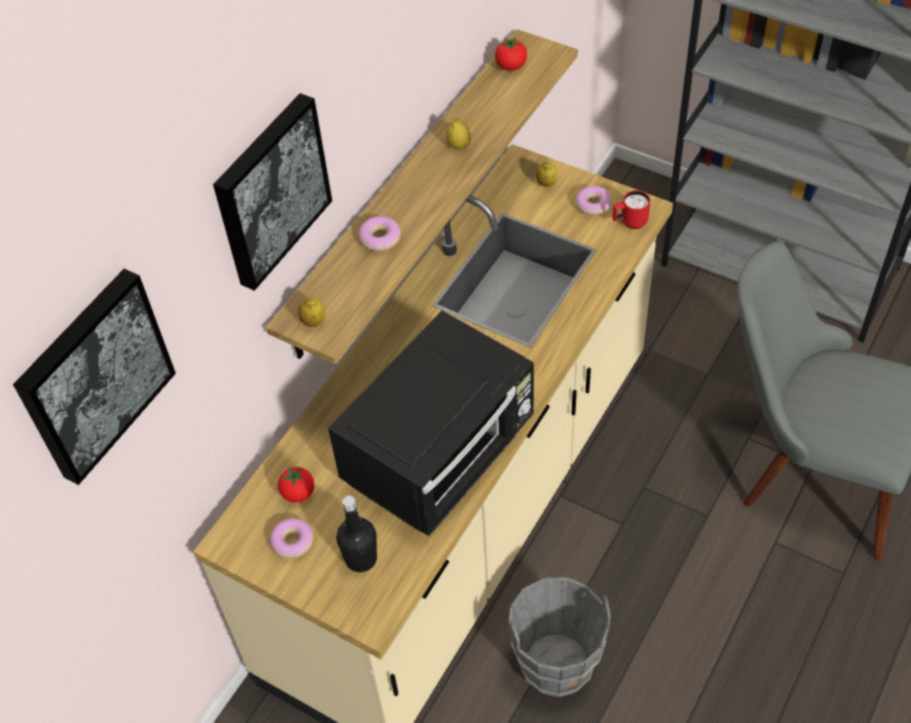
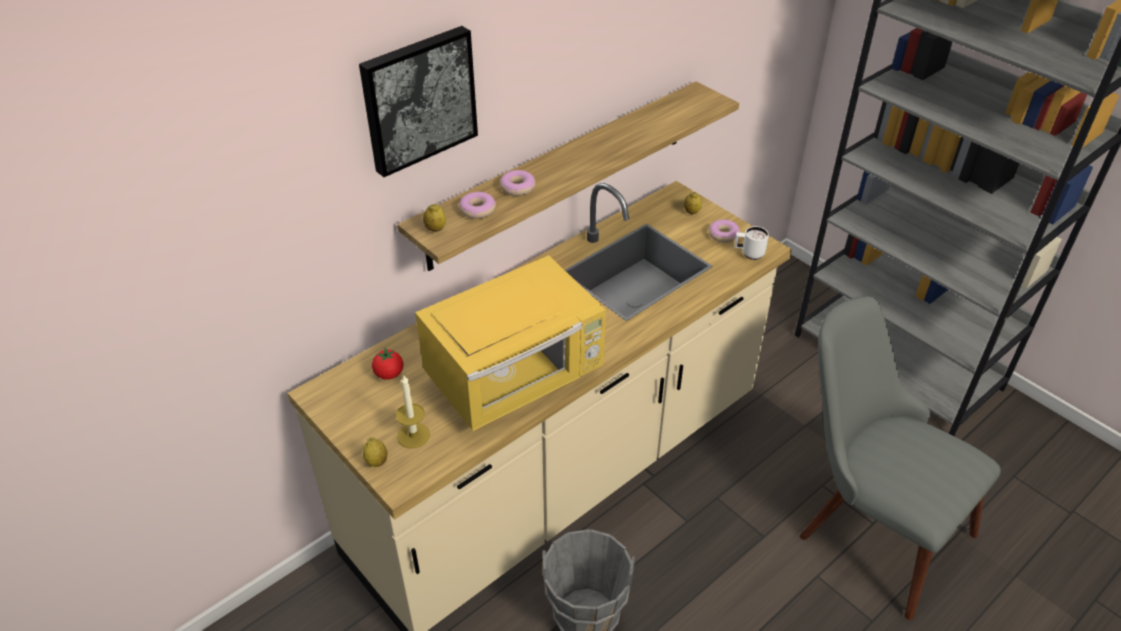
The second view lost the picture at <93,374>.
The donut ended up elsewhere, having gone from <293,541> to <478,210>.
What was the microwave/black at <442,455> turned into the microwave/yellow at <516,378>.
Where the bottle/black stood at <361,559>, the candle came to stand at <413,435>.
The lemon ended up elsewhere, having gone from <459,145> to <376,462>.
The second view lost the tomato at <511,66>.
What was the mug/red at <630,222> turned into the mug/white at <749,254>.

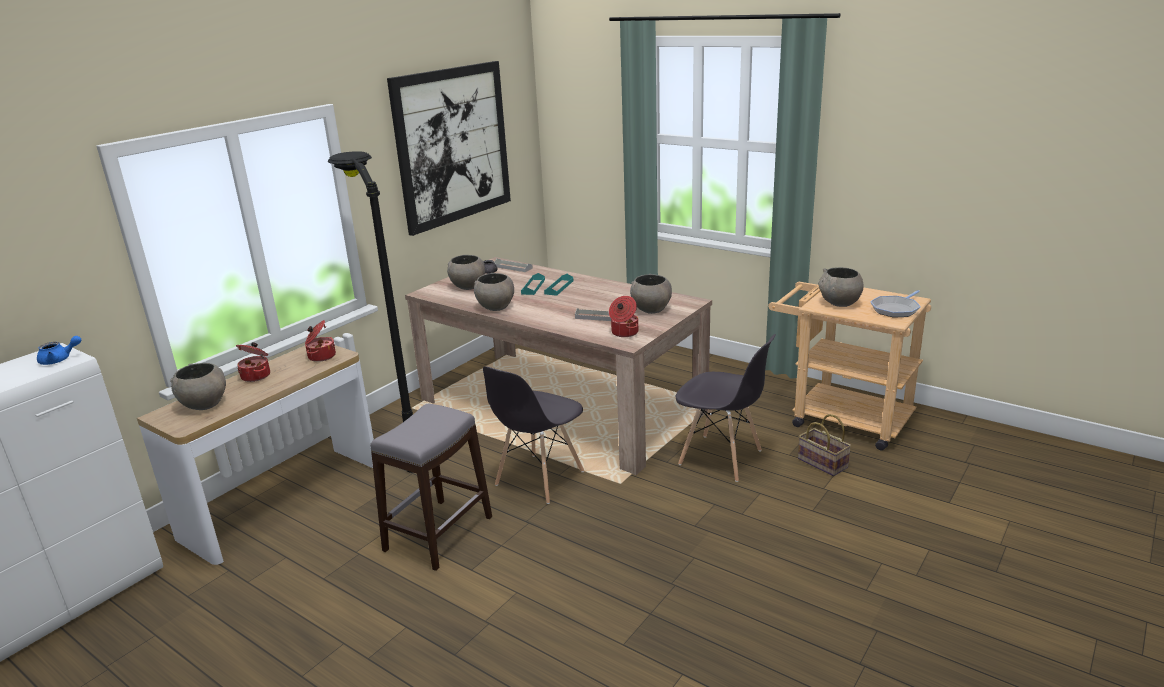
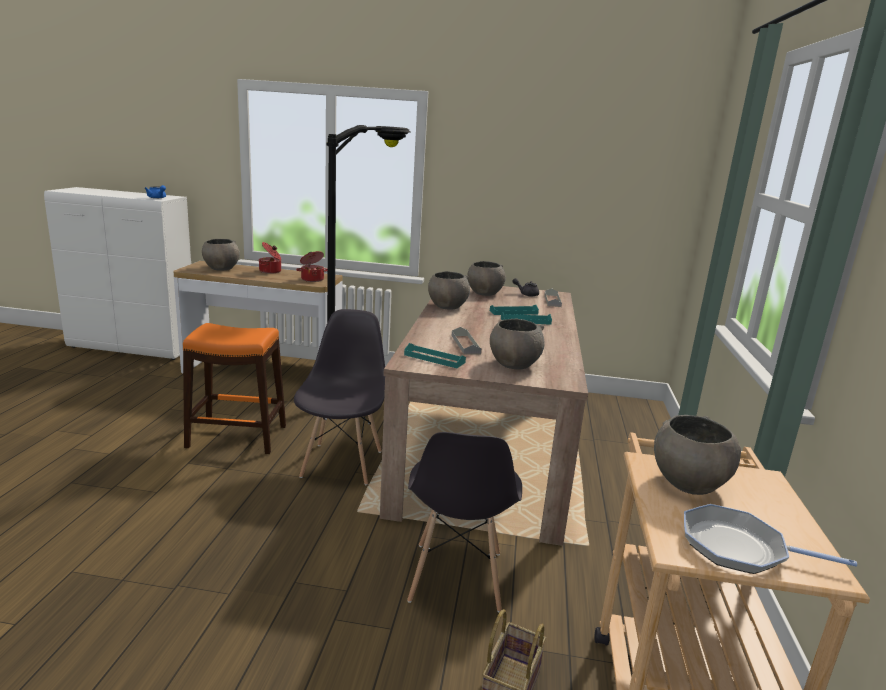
What was the stool/grey at <438,533> turned into the stool/orange at <237,436>.
The second view lost the picture at <453,145>.
The chair/grey at <539,479> ended up facing another way, 90 degrees clockwise from before.
Where the cooking pot stood at <624,332>, the tray/turquoise came to stand at <434,359>.

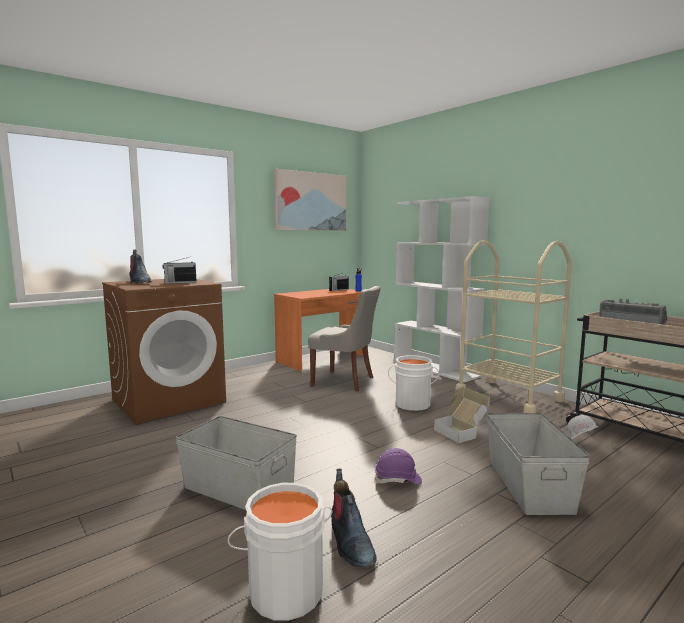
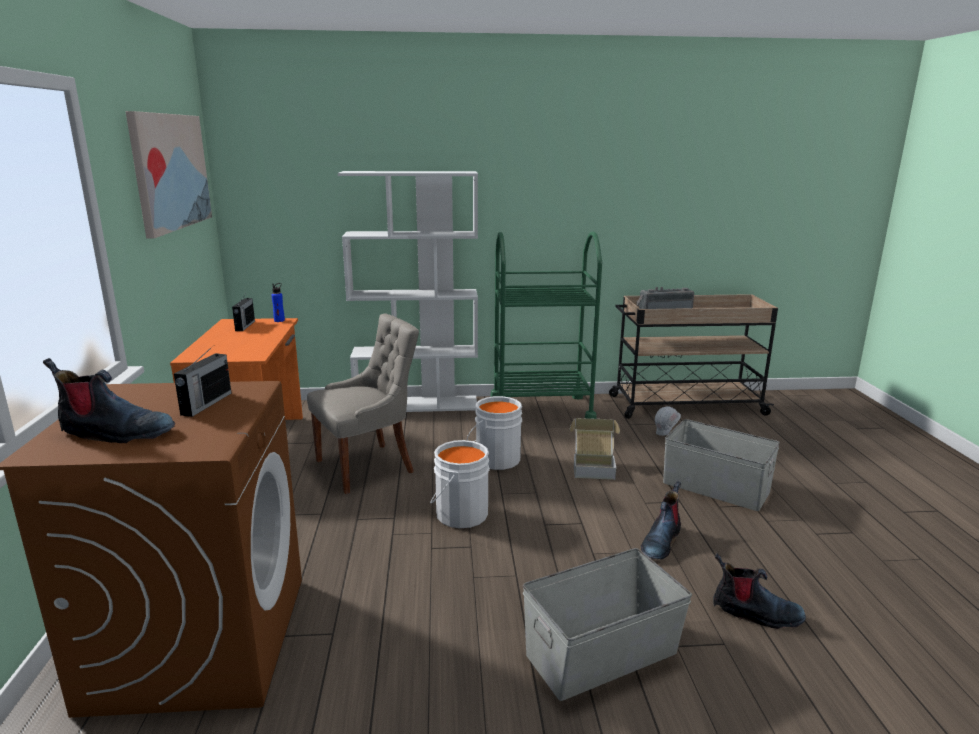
The bucket/white ended up elsewhere, having gone from <285,589> to <459,514>.
Where the hard hat/purple stood at <398,480>, the boot came to stand at <661,541>.
What was the cart/beige at <508,396> turned into the cart/green at <541,410>.

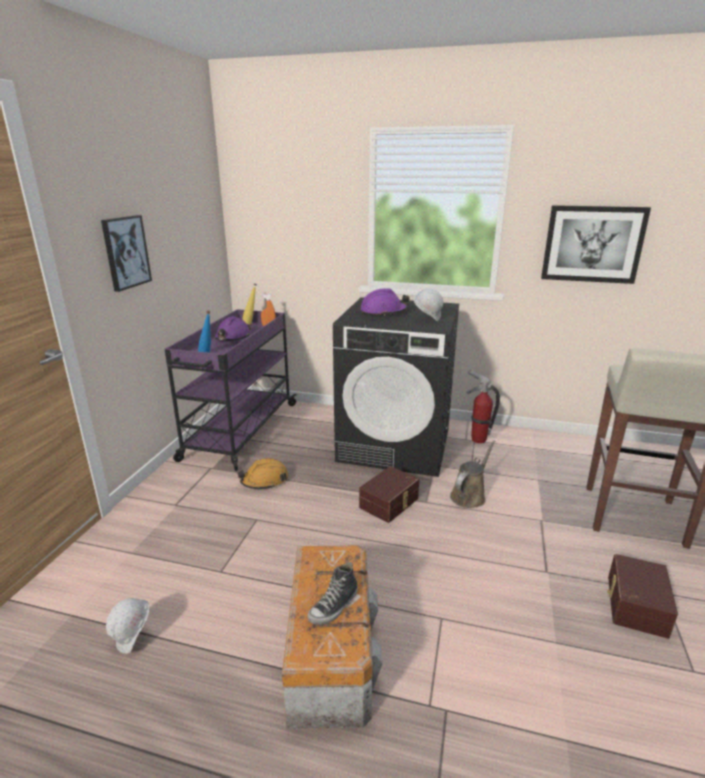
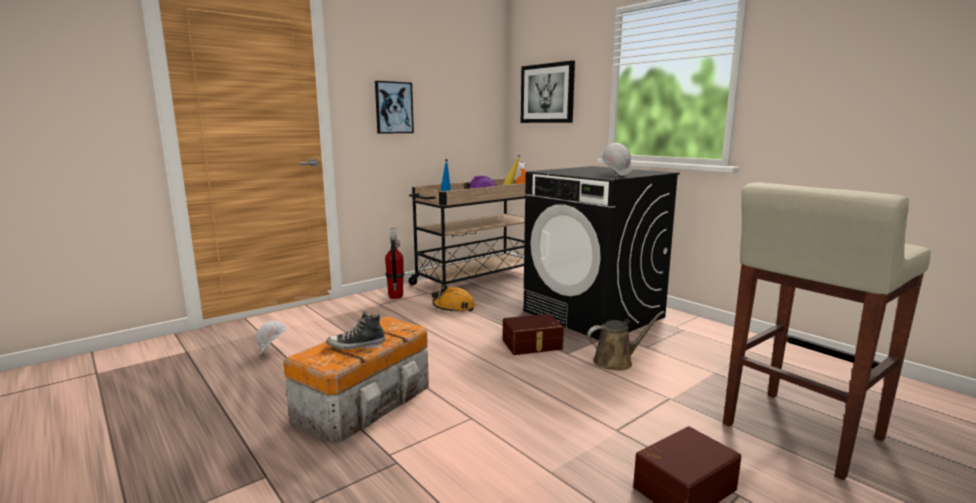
What was the cart/purple at <240,431> turned into the cart/beige at <476,279>.
The second view lost the hard hat/purple at <383,312>.
The fire extinguisher ended up elsewhere, having gone from <478,440> to <396,296>.
The picture ended up elsewhere, having gone from <592,244> to <547,93>.

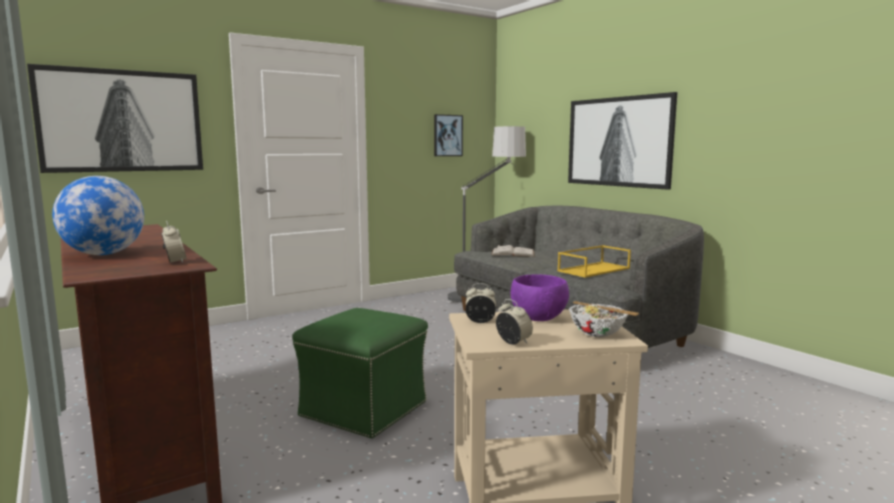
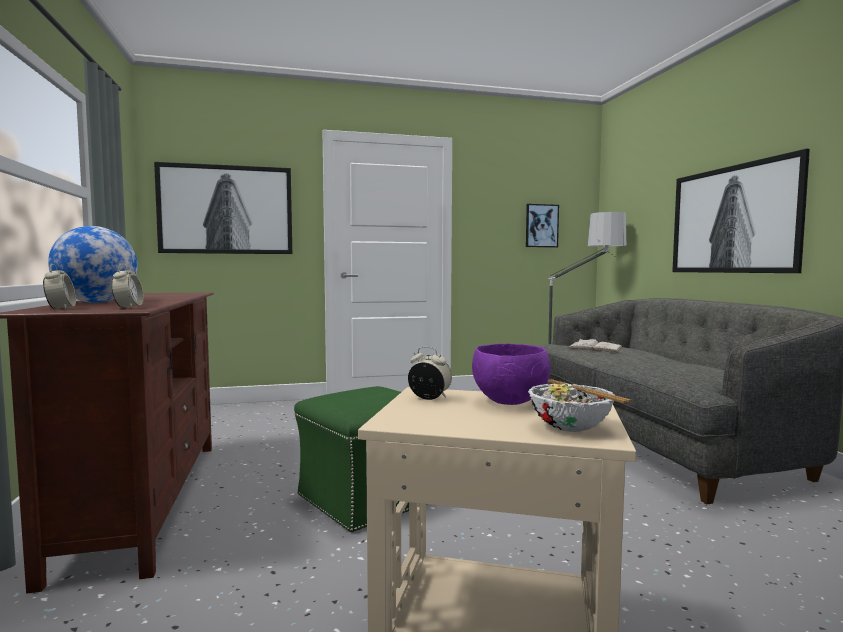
The alarm clock ended up elsewhere, having gone from <513,342> to <61,309>.
The second view lost the tray/yellow at <593,269>.

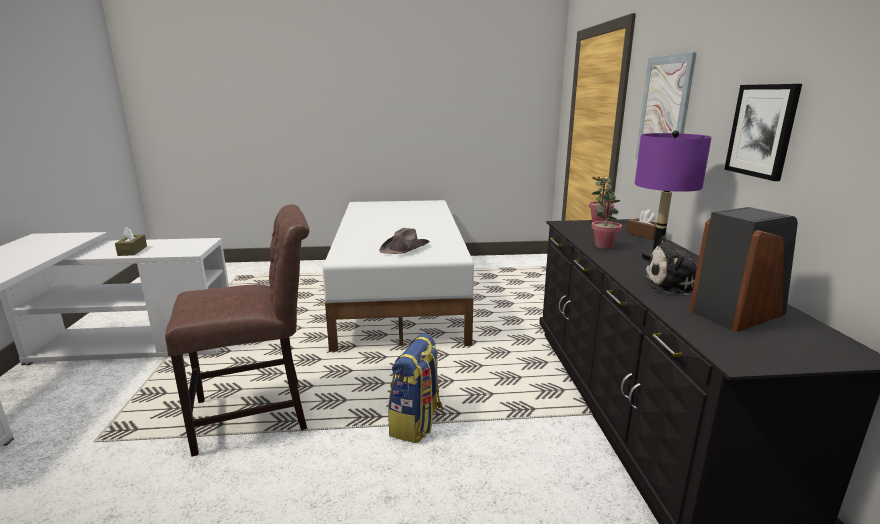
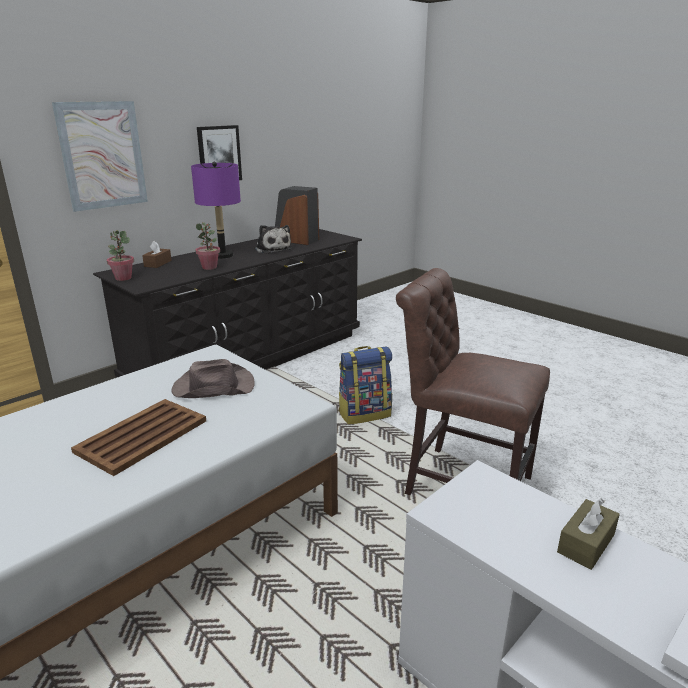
The second view gained the tray/brown at <141,436>.

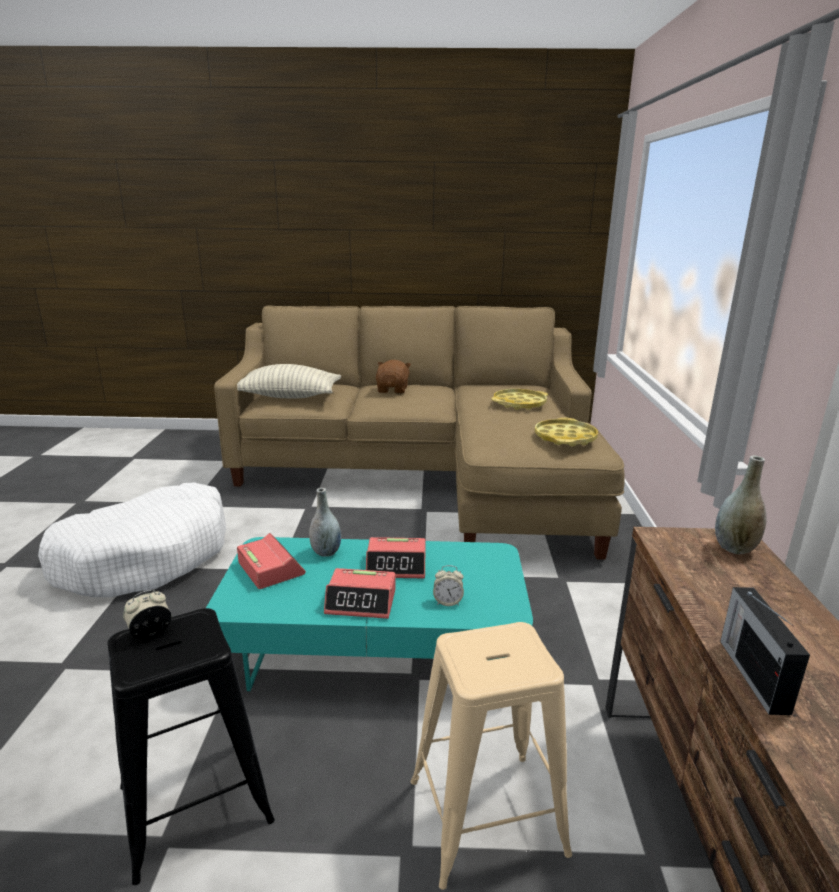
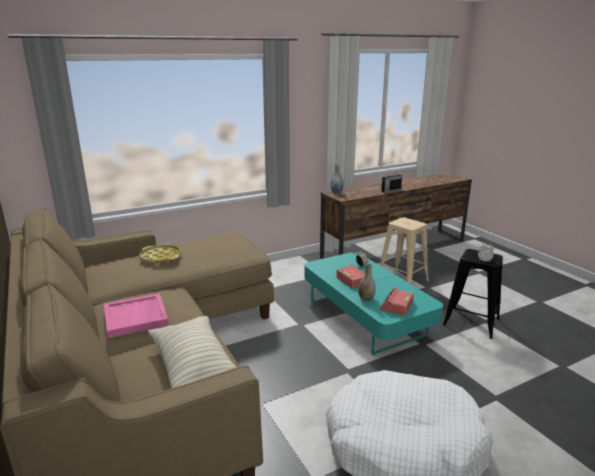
The second view lost the alarm clock at <361,601>.
Where the plush toy/brown stood at <393,390>, the tray/pink came to stand at <136,317>.
The second view lost the tray/yellow at <565,438>.

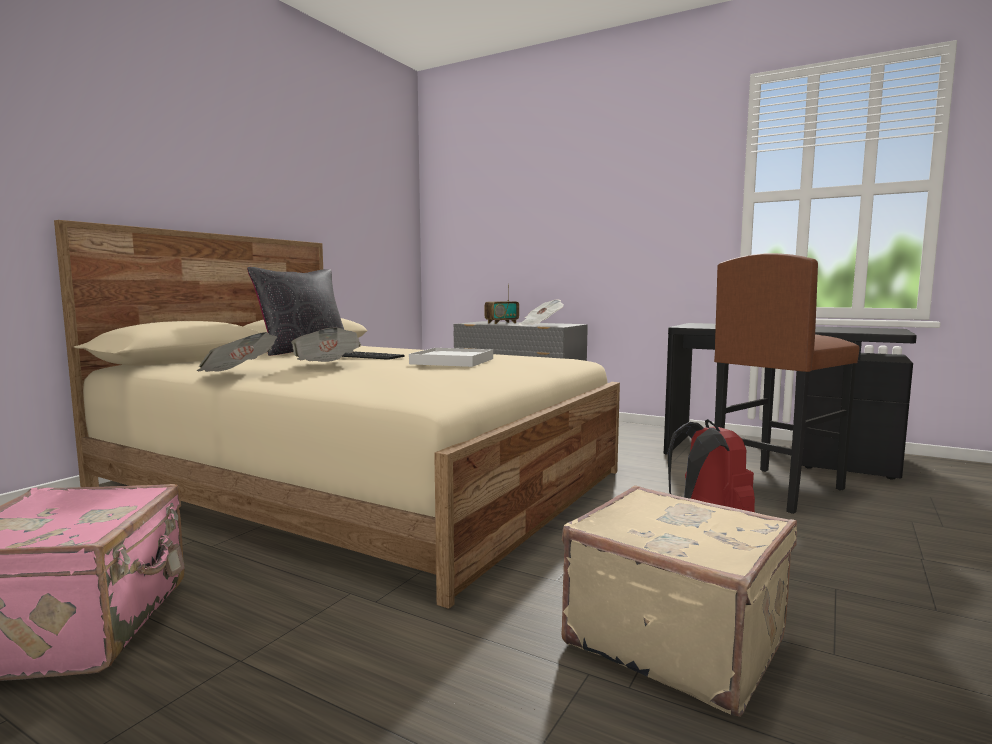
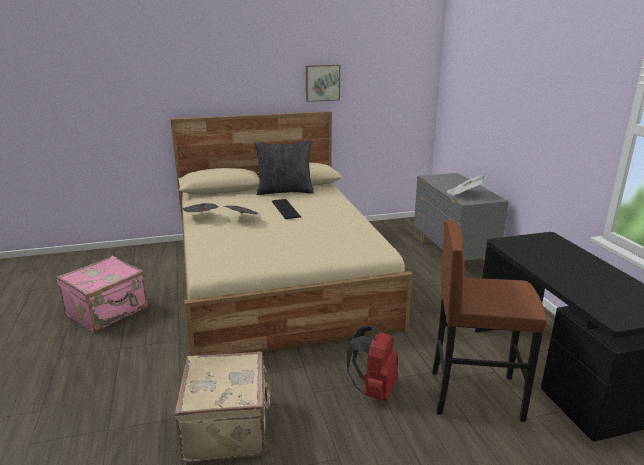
The second view lost the tray/white at <452,361>.
The second view lost the radio at <501,323>.
The second view gained the picture at <322,83>.

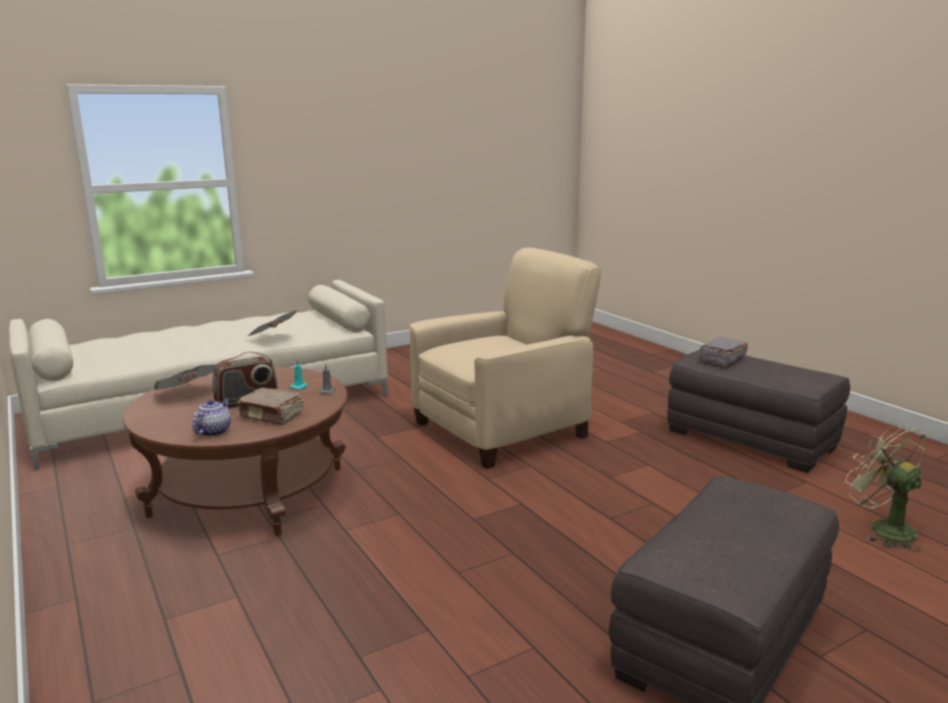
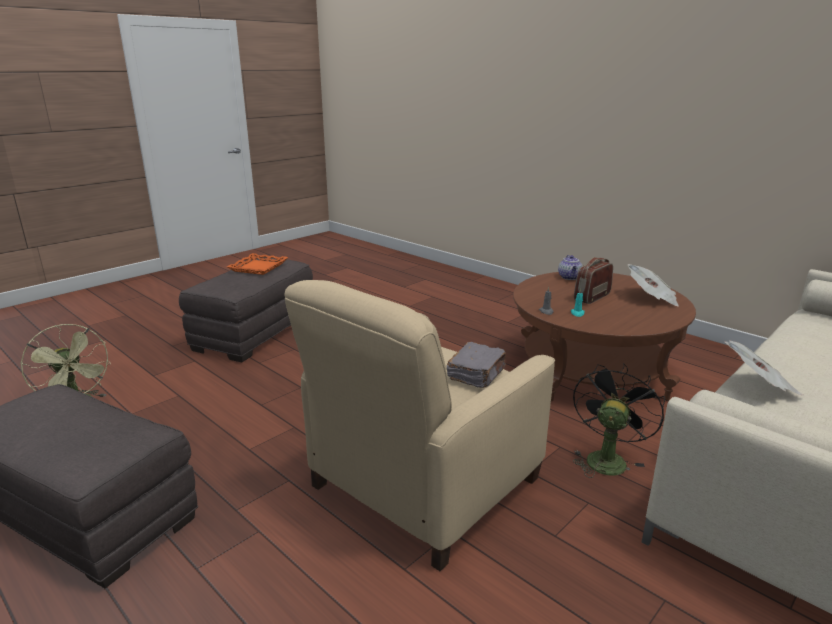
The second view lost the book/brown at <272,416>.
The book/grey ended up elsewhere, having gone from <722,359> to <477,374>.
The second view gained the tray/orange at <258,267>.
The second view gained the fan/black at <606,458>.

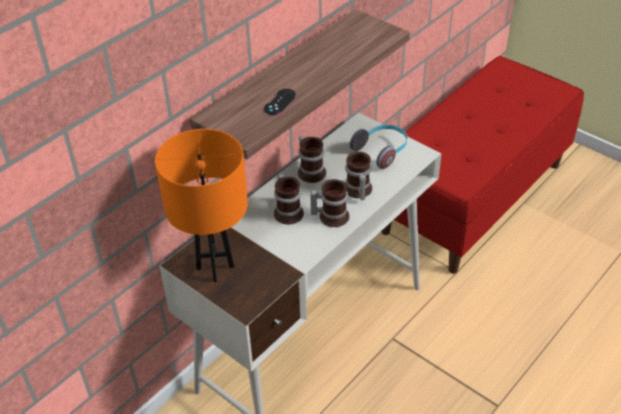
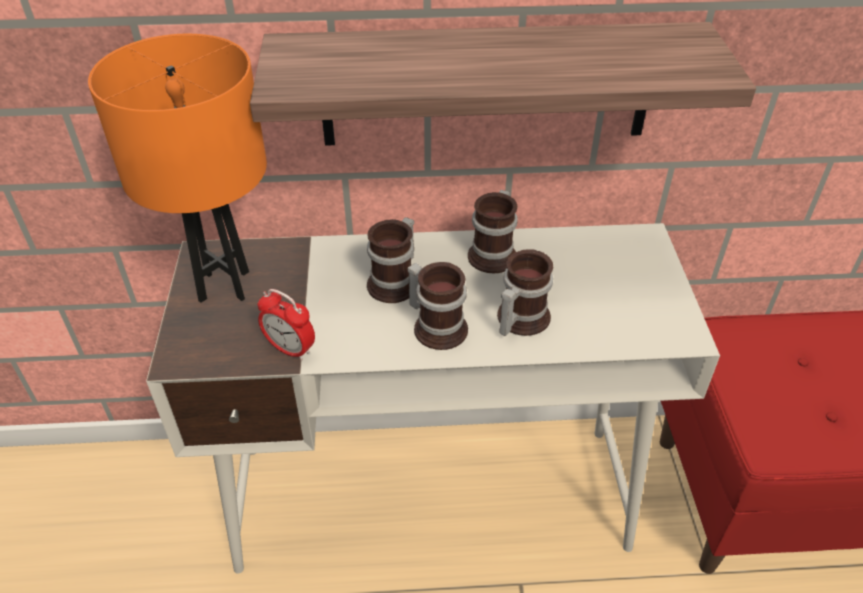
The second view lost the game controller/black at <279,102>.
The second view lost the headphones at <382,151>.
The second view gained the alarm clock at <290,349>.

